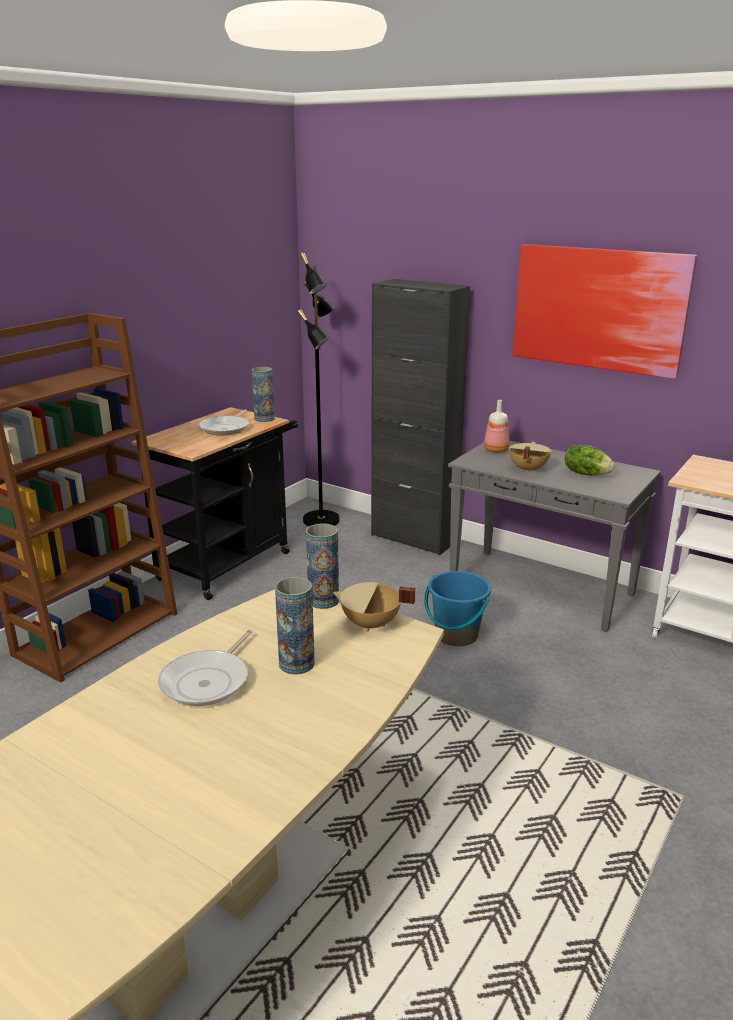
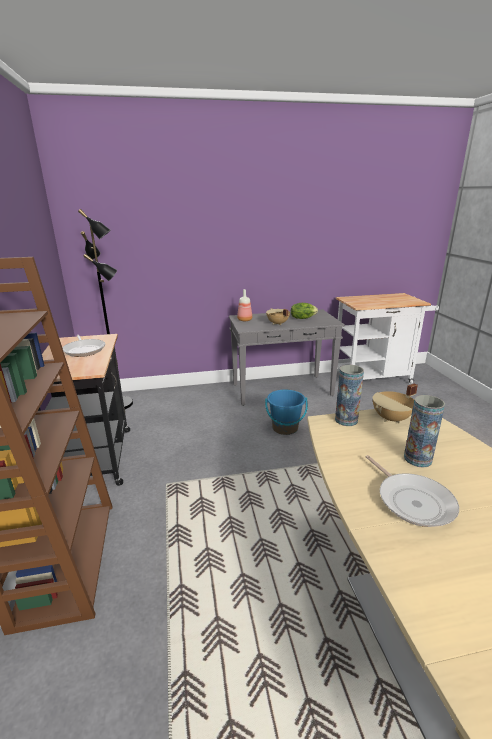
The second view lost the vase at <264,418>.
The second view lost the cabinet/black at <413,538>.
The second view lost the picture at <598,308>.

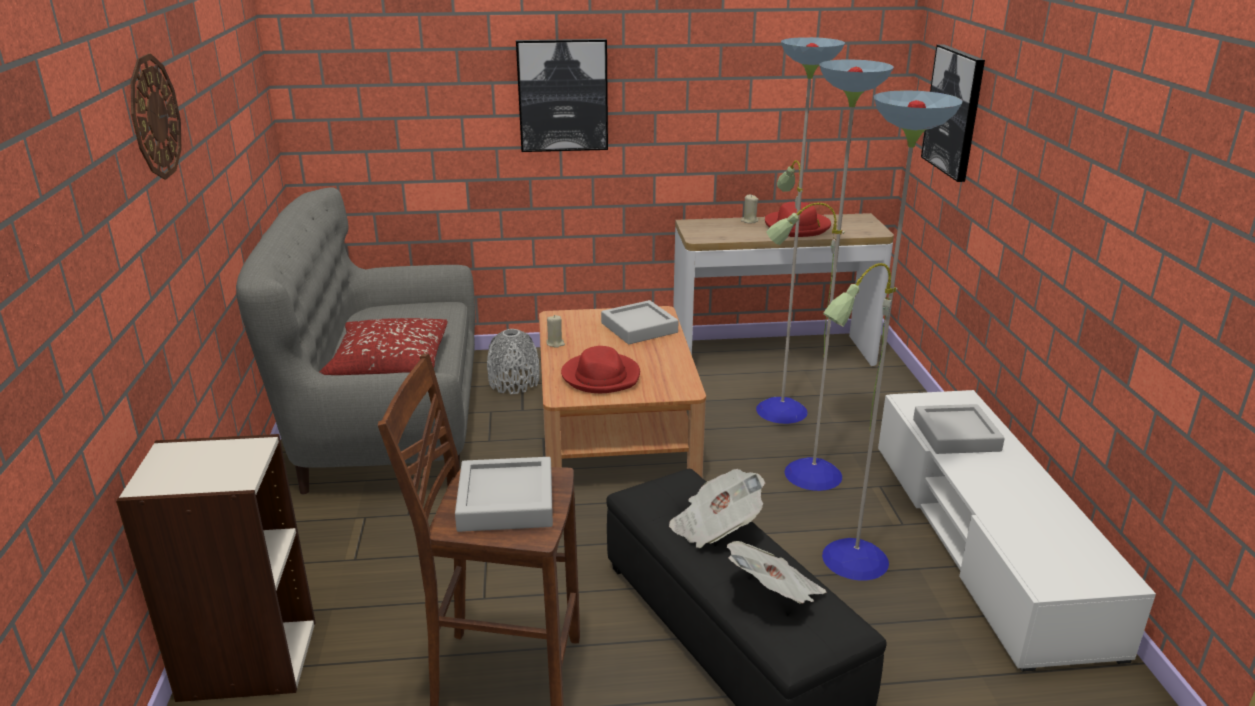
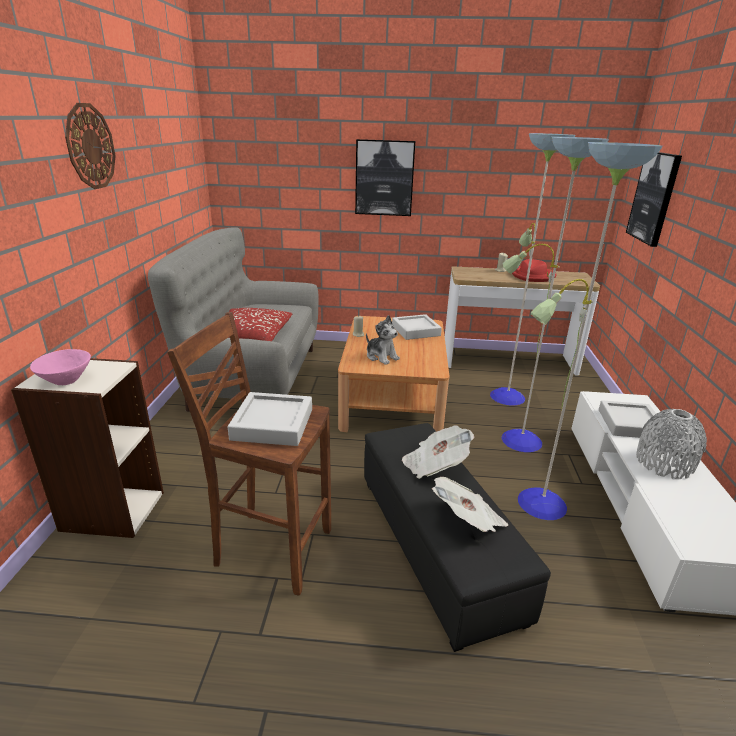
The vase/grey ended up elsewhere, having gone from <514,382> to <664,463>.
Where the hat/red stood at <601,376>, the plush toy came to stand at <381,357>.
The second view gained the bowl/pink at <65,380>.

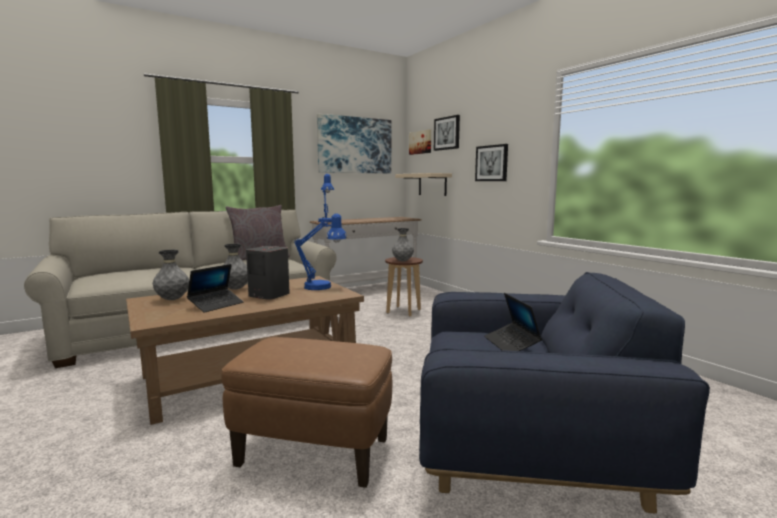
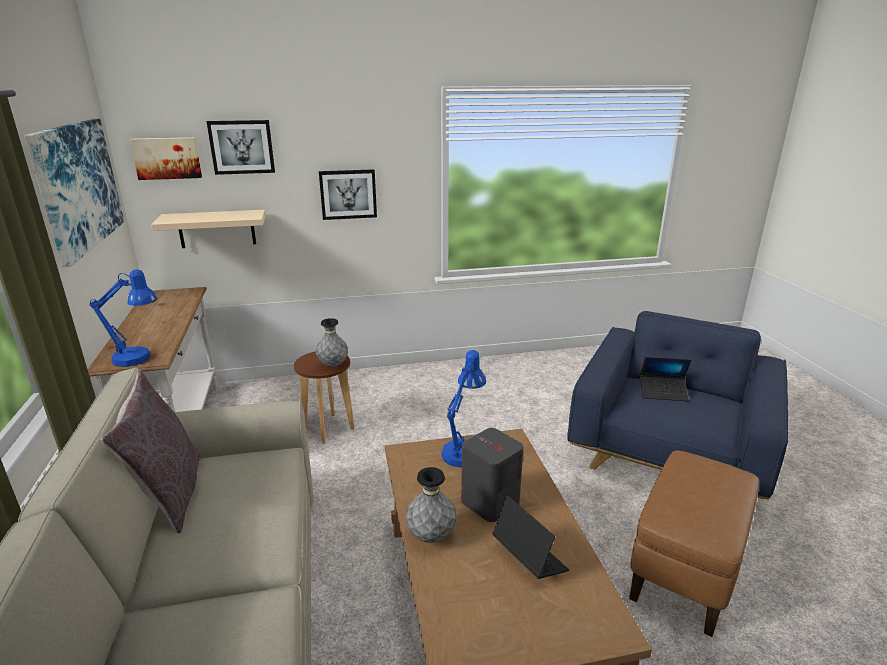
The second view lost the vase/grey at <172,299>.

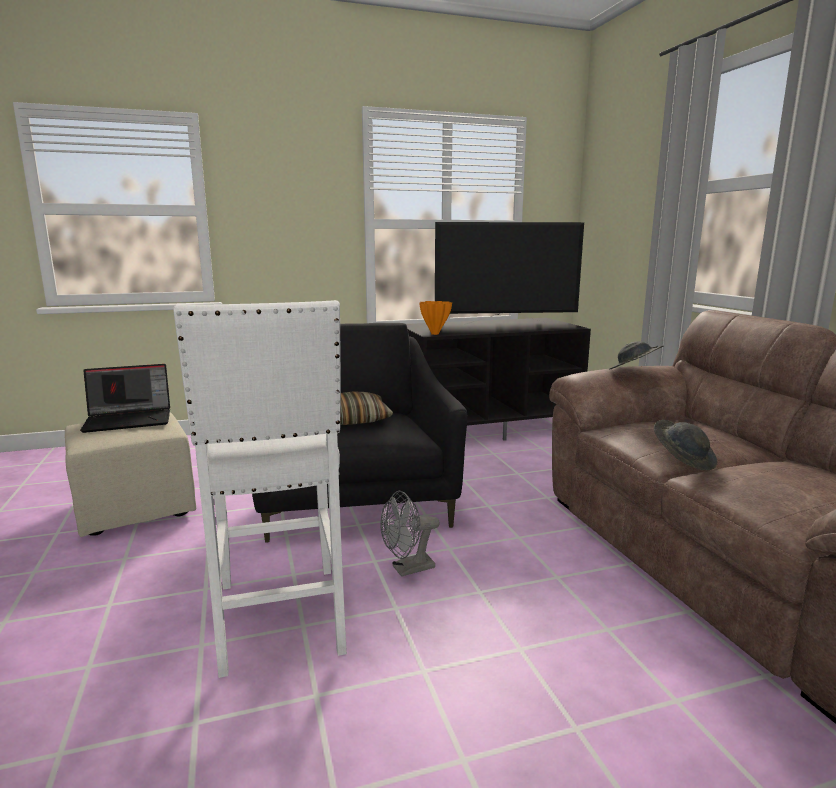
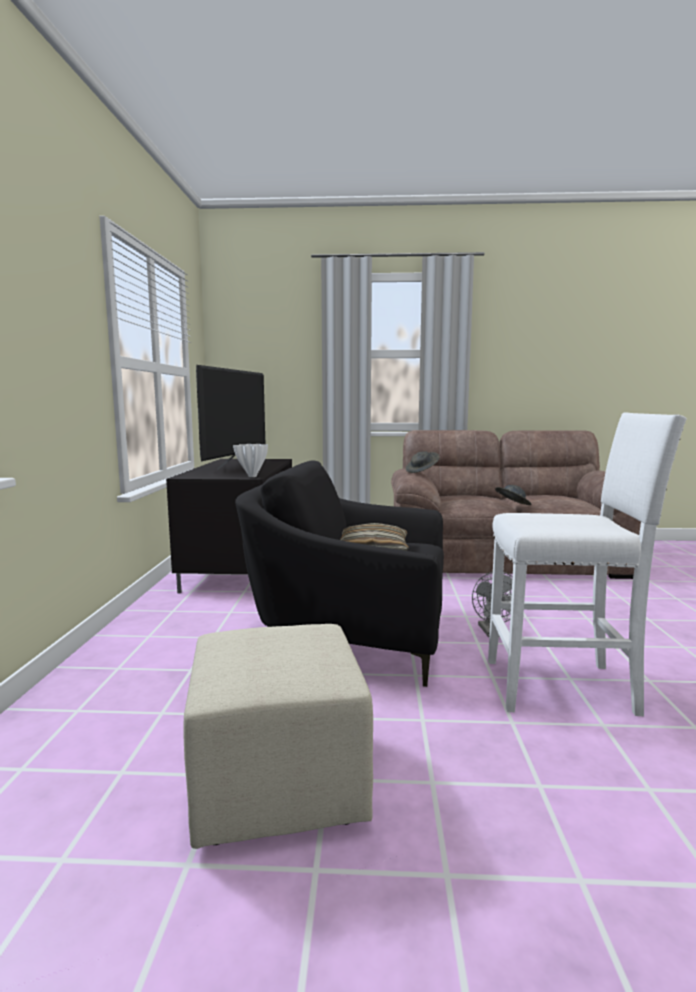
The second view lost the laptop at <130,420>.
What was the vase/orange at <435,334> turned into the vase/white at <252,476>.

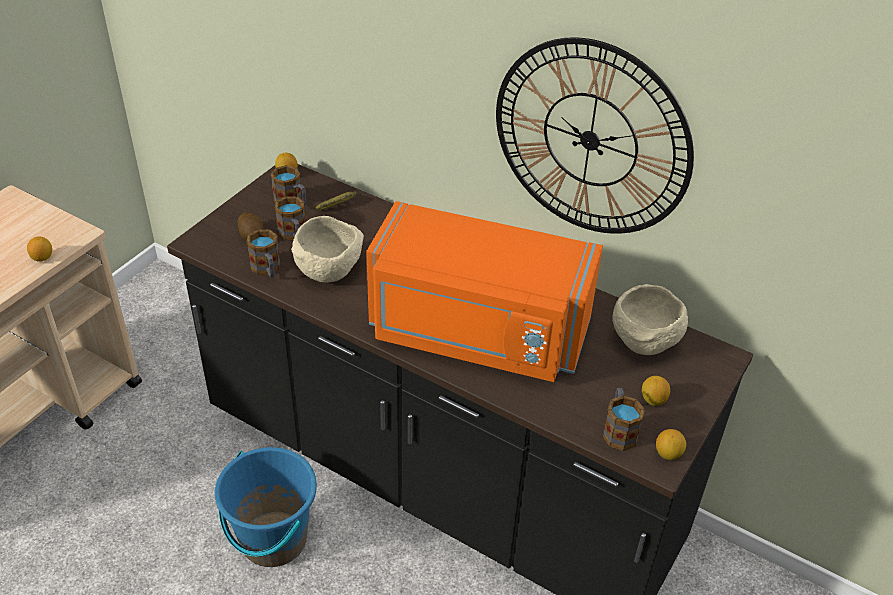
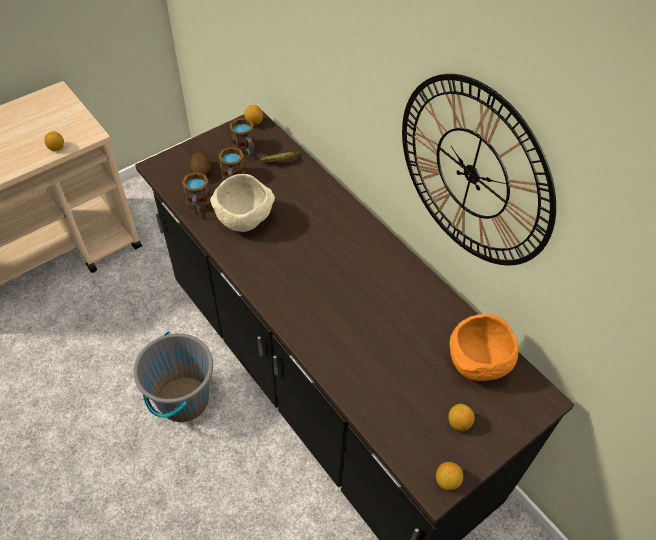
What was the bucket/blue at <273,540> turned into the bucket/grey at <183,399>.
The second view lost the microwave/orange at <476,334>.
The second view lost the mug at <618,430>.
What was the bowl/beige at <644,344> turned into the bowl/orange at <477,364>.

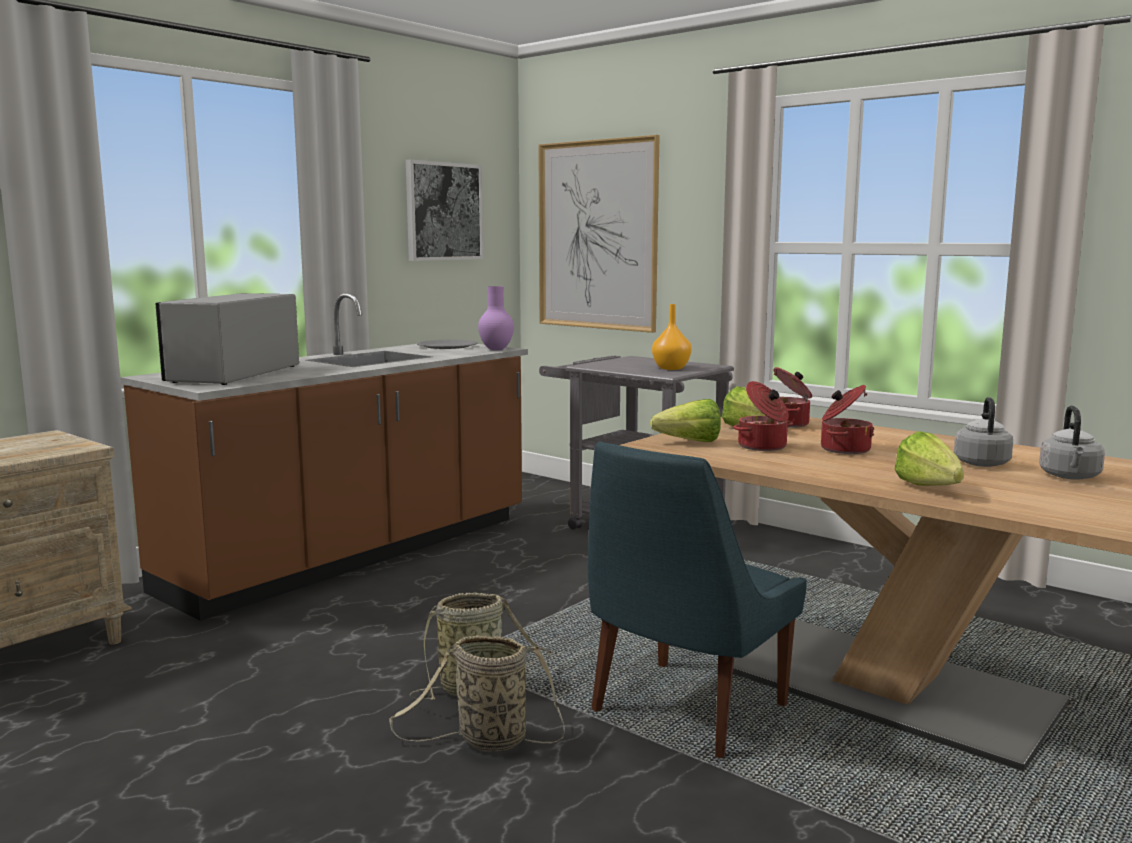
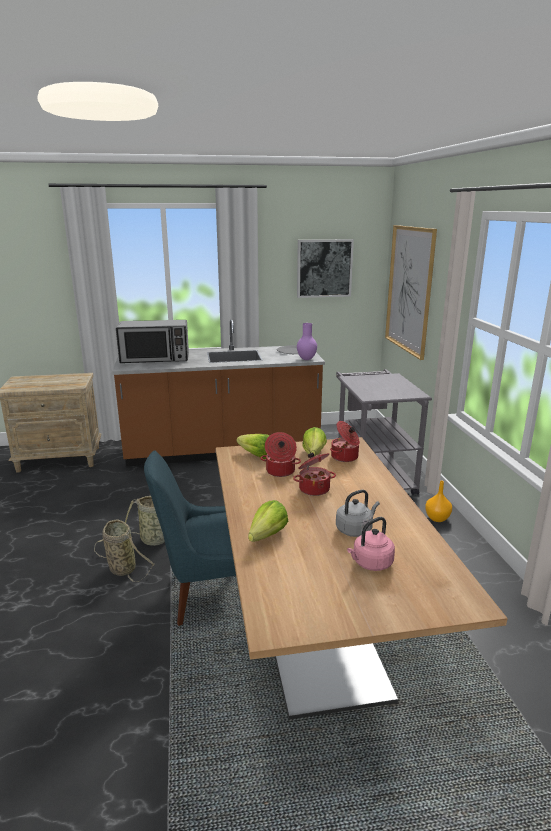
The microwave at <233,374> ended up facing another way, 150 degrees counterclockwise from before.
The vase/orange ended up elsewhere, having gone from <670,368> to <436,518>.
What was the kettle/grey at <1070,477> turned into the kettle/pink at <370,563>.

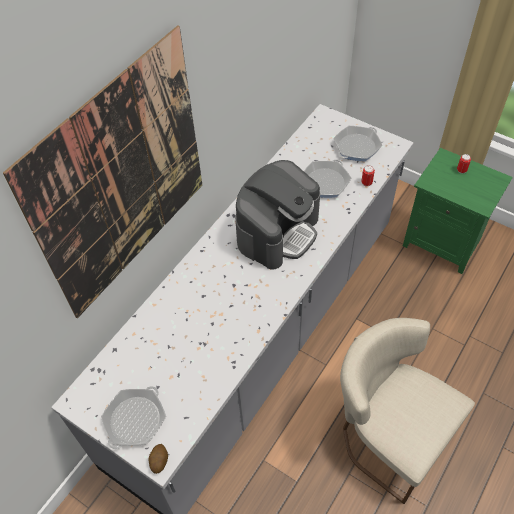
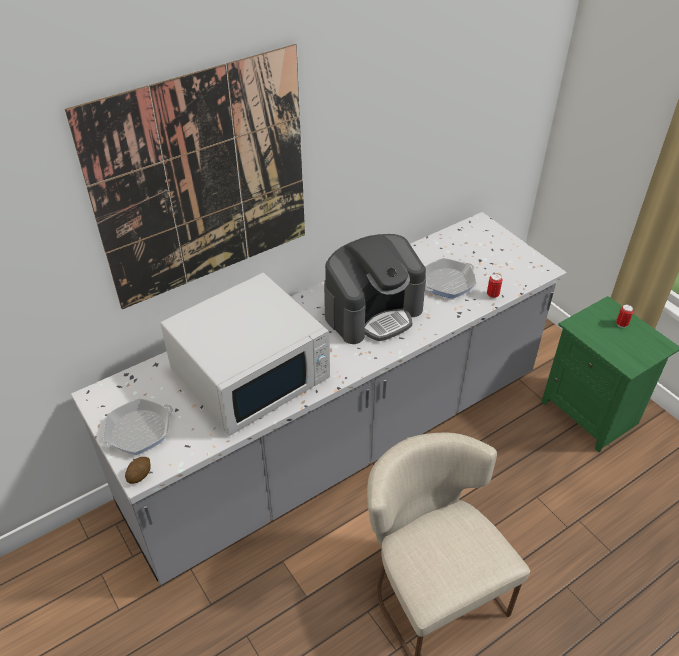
The second view lost the frying pan at <356,147>.
The second view gained the microwave/white at <251,374>.

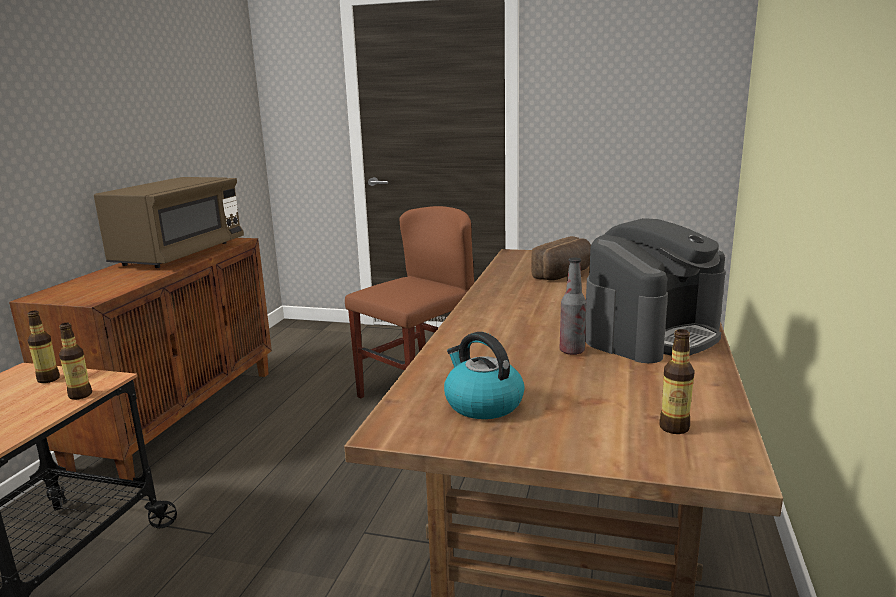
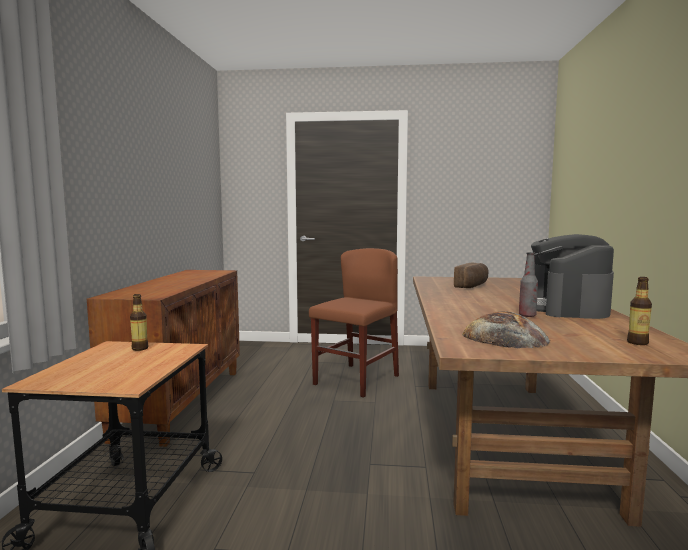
The second view lost the bottle at <80,395>.
The second view lost the microwave/brown at <180,254>.
Where the kettle stood at <482,404>, the bread came to stand at <504,337>.
The coffee machine at <652,334> ended up facing another way, 150 degrees clockwise from before.

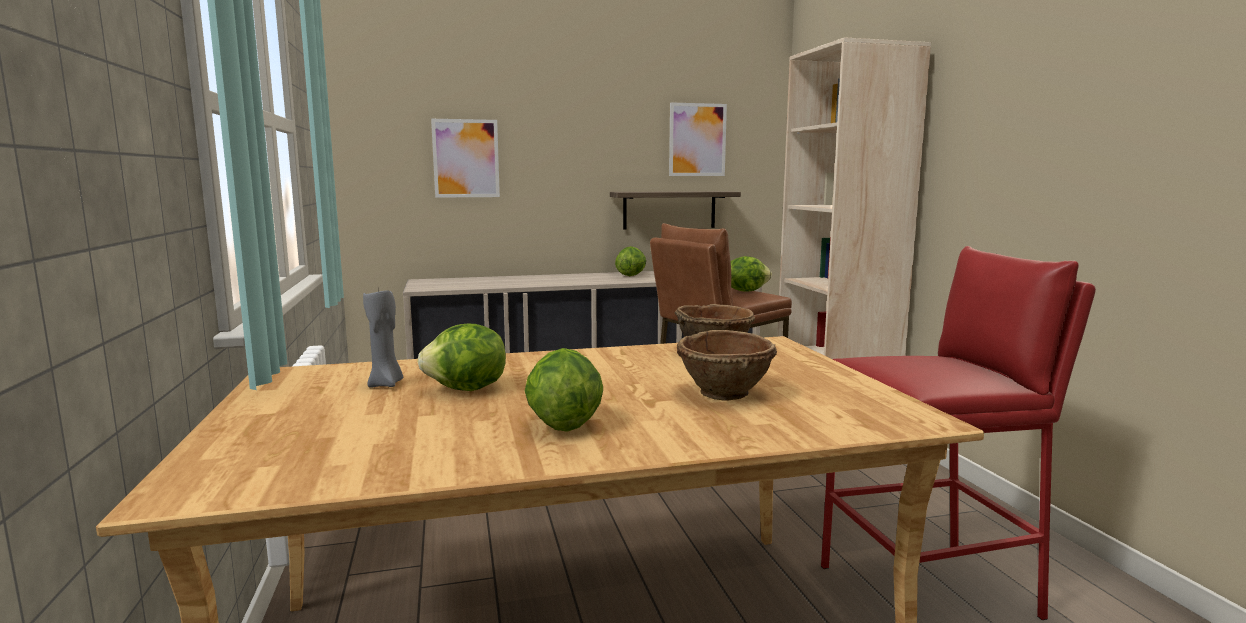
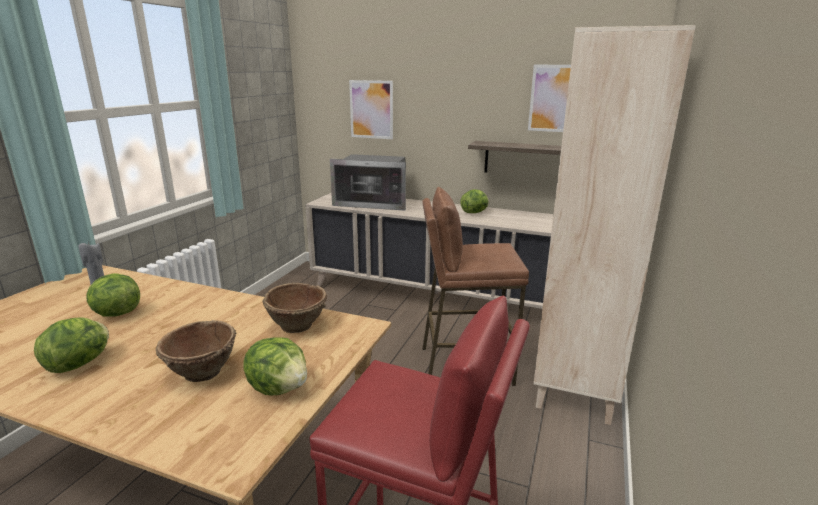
The lettuce ended up elsewhere, having gone from <746,291> to <279,387>.
The second view gained the microwave at <373,203>.

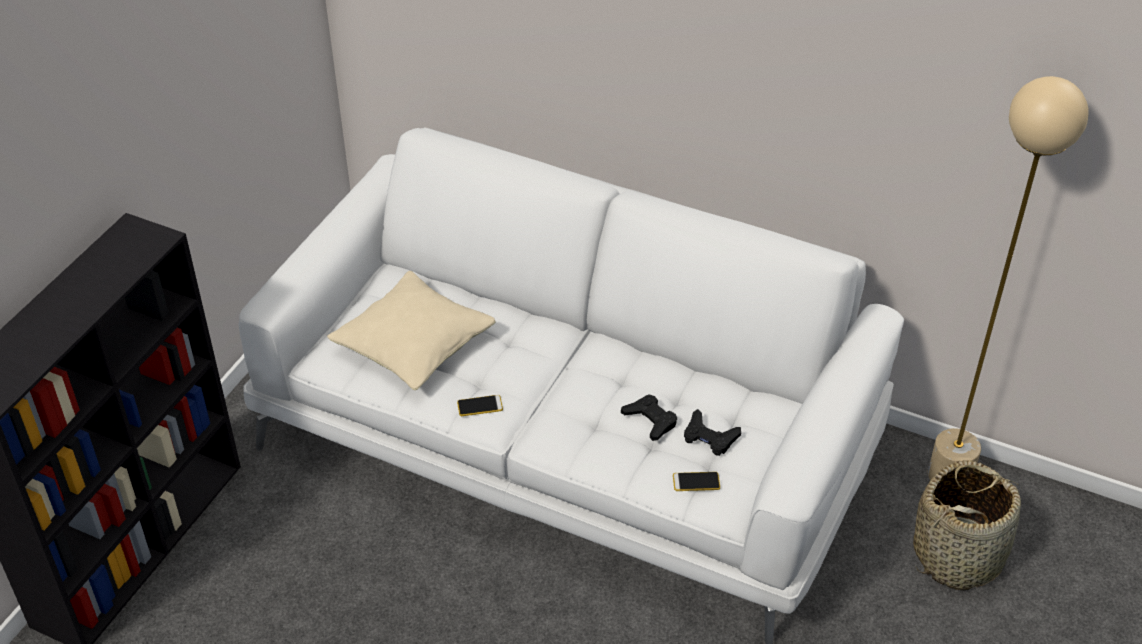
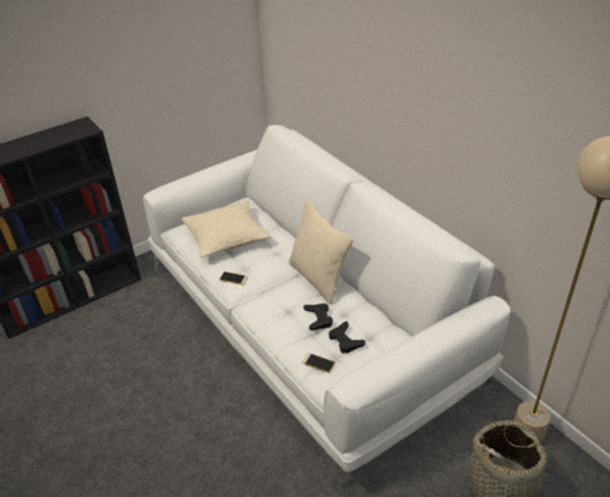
The second view gained the pillow/beige at <318,279>.

